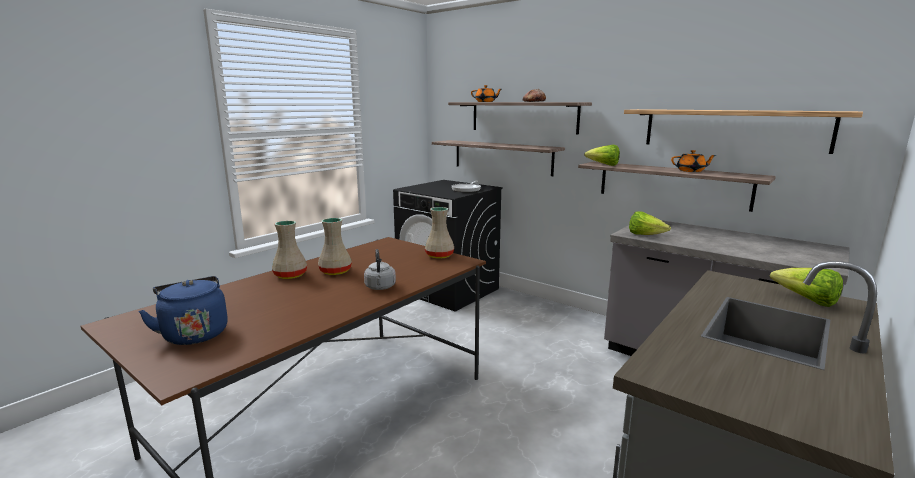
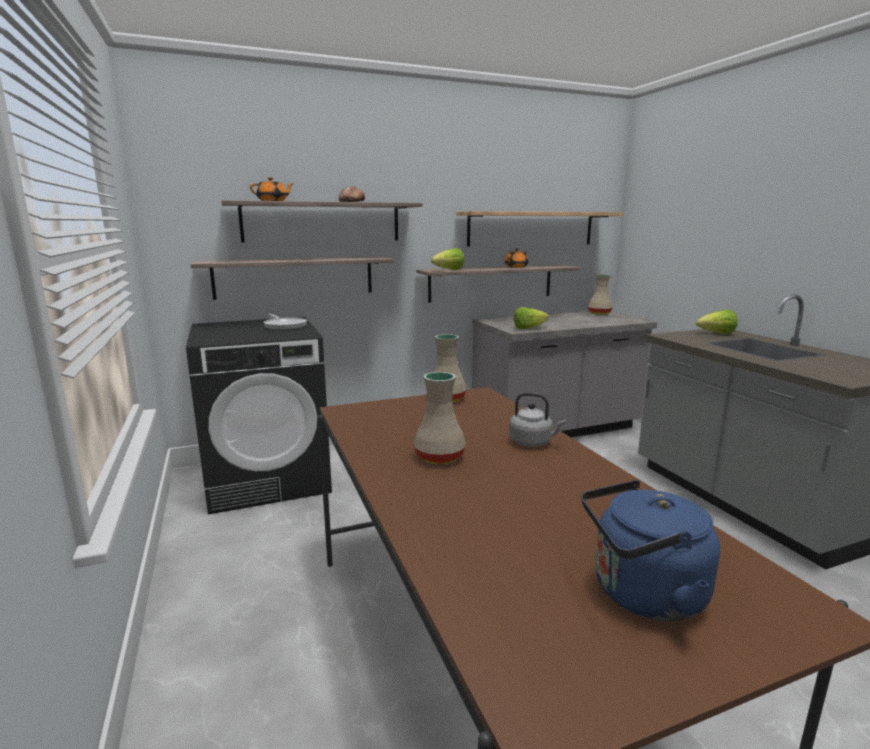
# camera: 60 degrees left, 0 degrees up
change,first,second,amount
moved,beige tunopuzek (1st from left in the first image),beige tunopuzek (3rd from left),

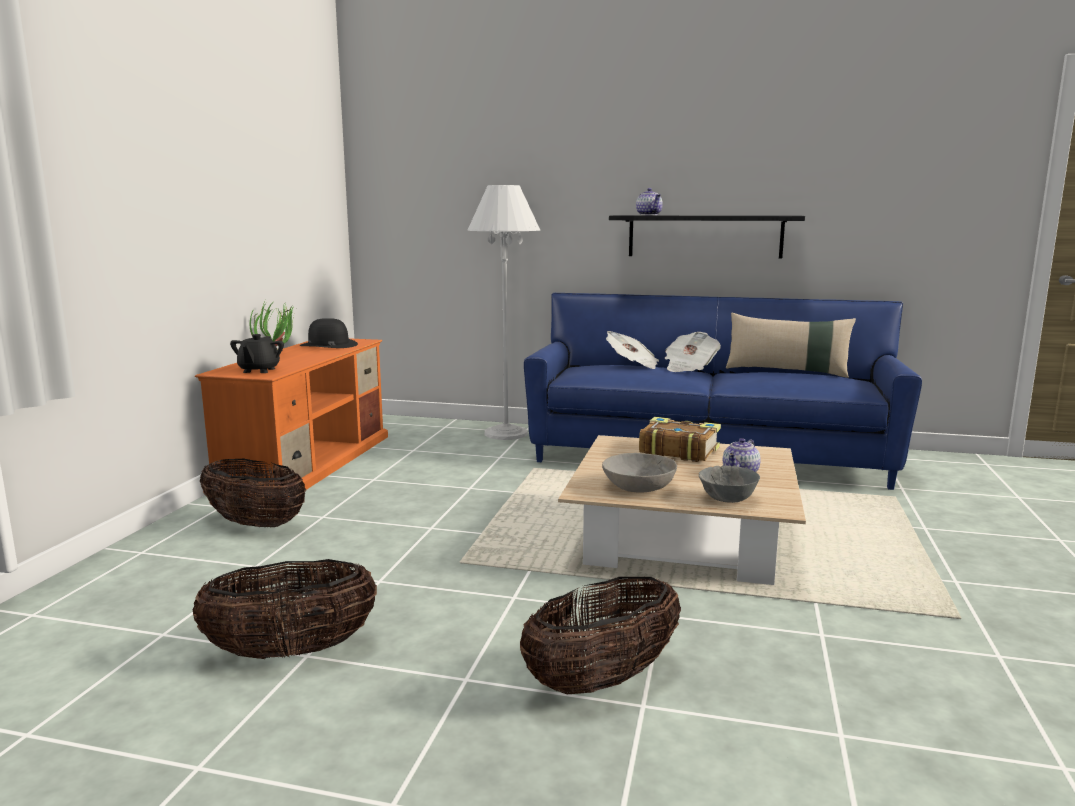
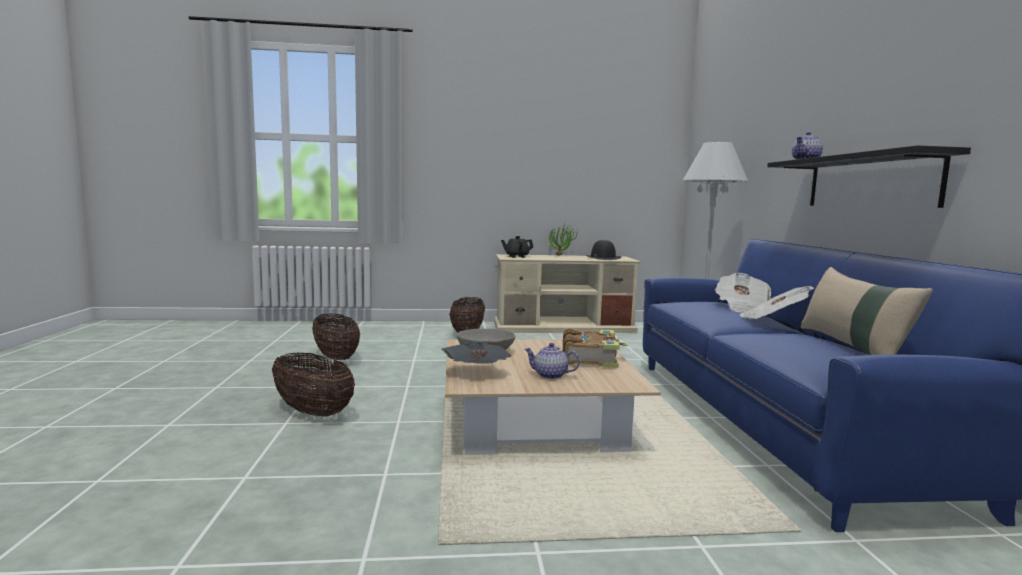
# camera: 70 degrees right, 5 degrees down
change,first,second,amount
recoloured,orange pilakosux,beige pilakosux,
replaced,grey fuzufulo (2nd from left),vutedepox (1st from left),

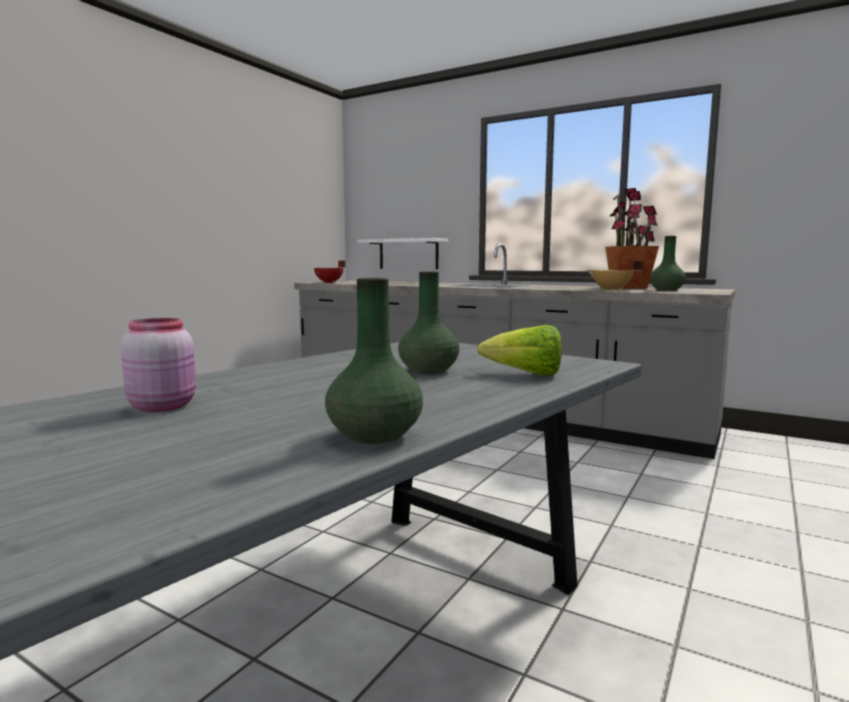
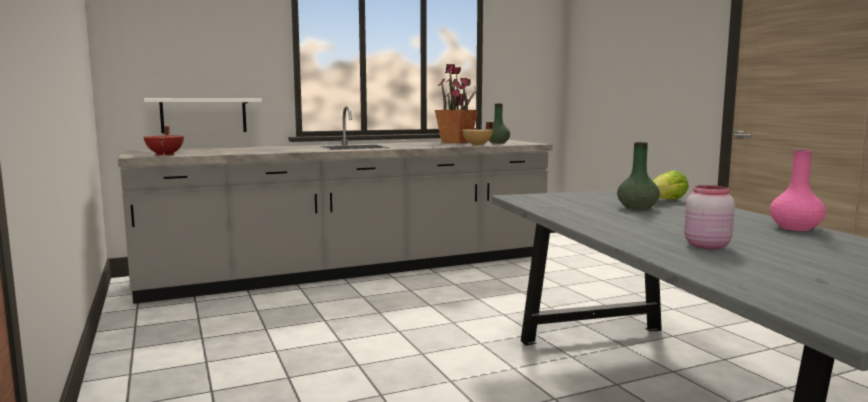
# camera: 55 degrees left, 0 degrees up
change,first,second,amount
recoloured,green tunopuzek (1st from left),pink tunopuzek,

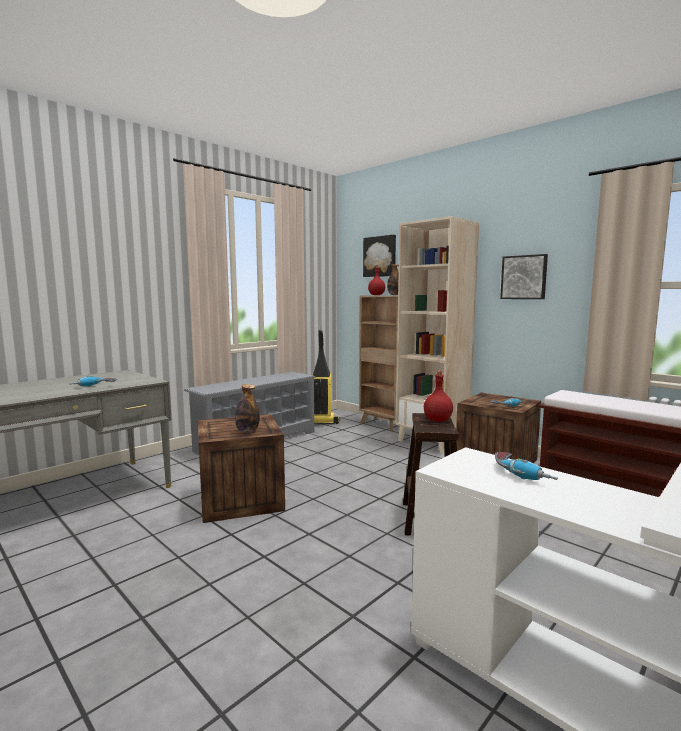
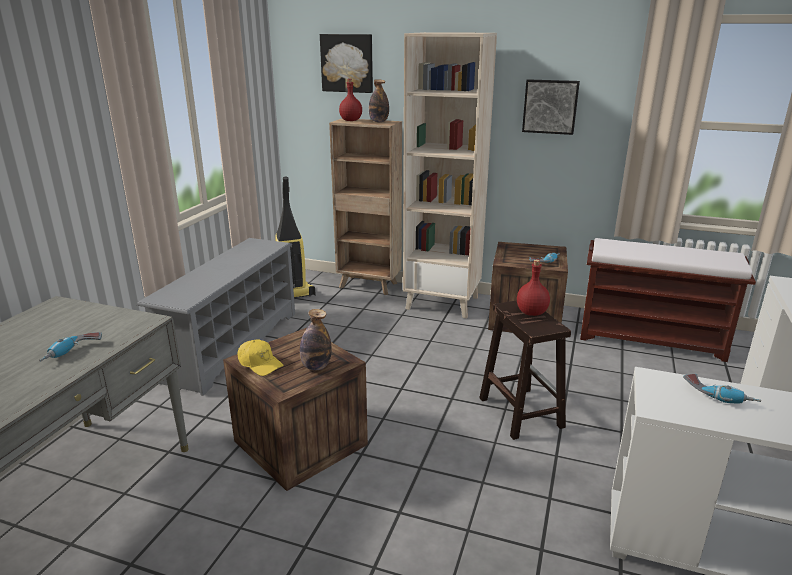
# camera: 25 degrees left, 15 degrees up
change,first,second,amount
added,,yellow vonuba,

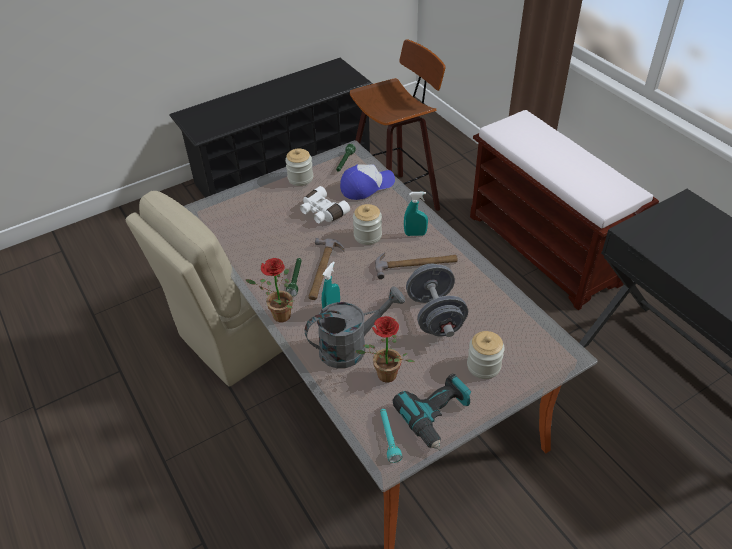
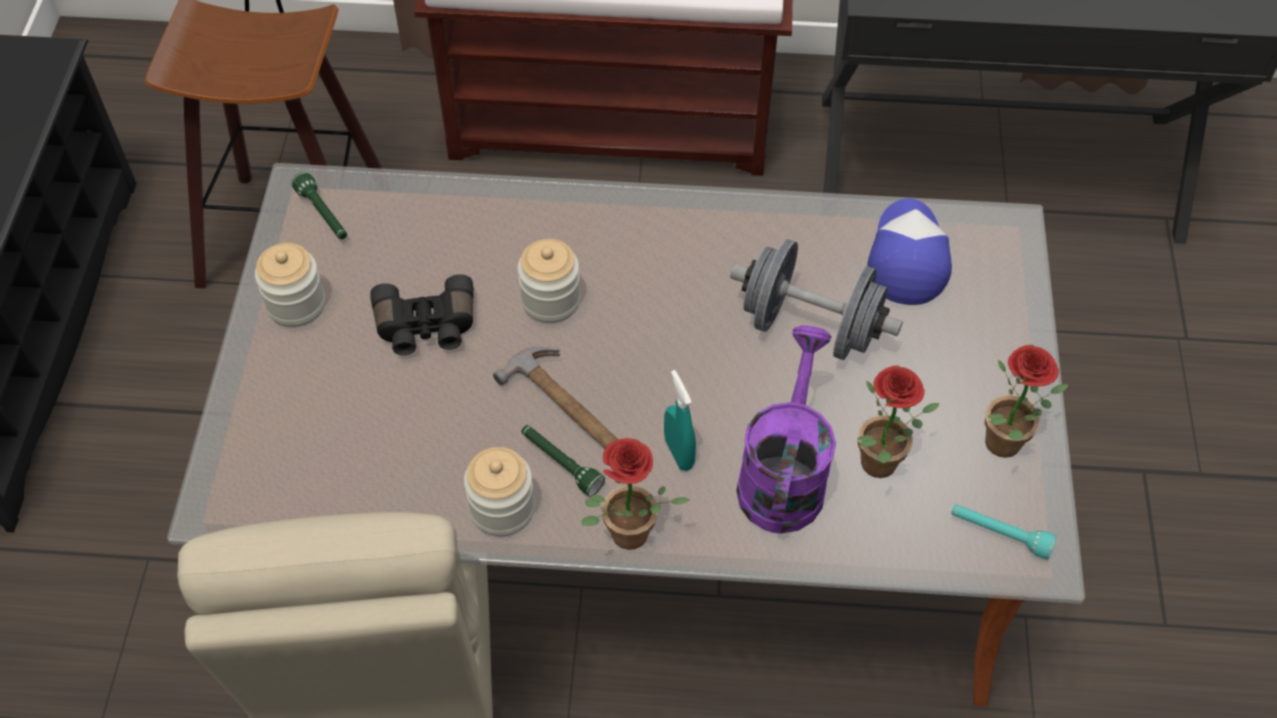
# camera: 55 degrees left, 10 degrees up
change,first,second,amount
moved,vonuba,,
recoloured,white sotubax,black sotubax,
removed,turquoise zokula (2nd from left),,
removed,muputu (2nd from left),,
recoloured,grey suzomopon,purple suzomopon,
moved,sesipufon (3rd from left in the first image),sesipufon (2nd from left),
replaced,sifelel,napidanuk (3rd from left),

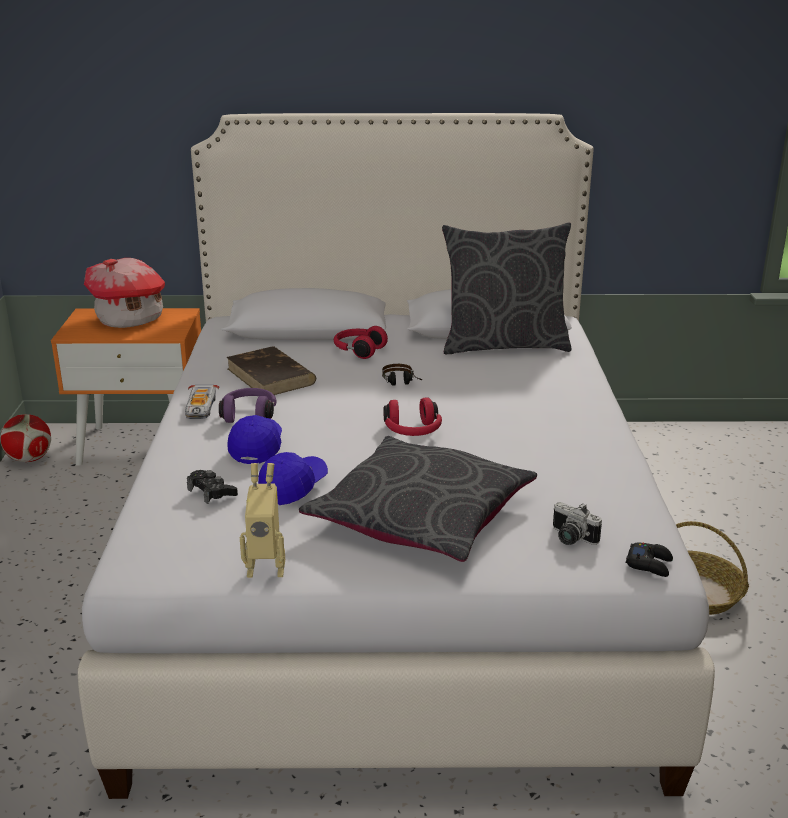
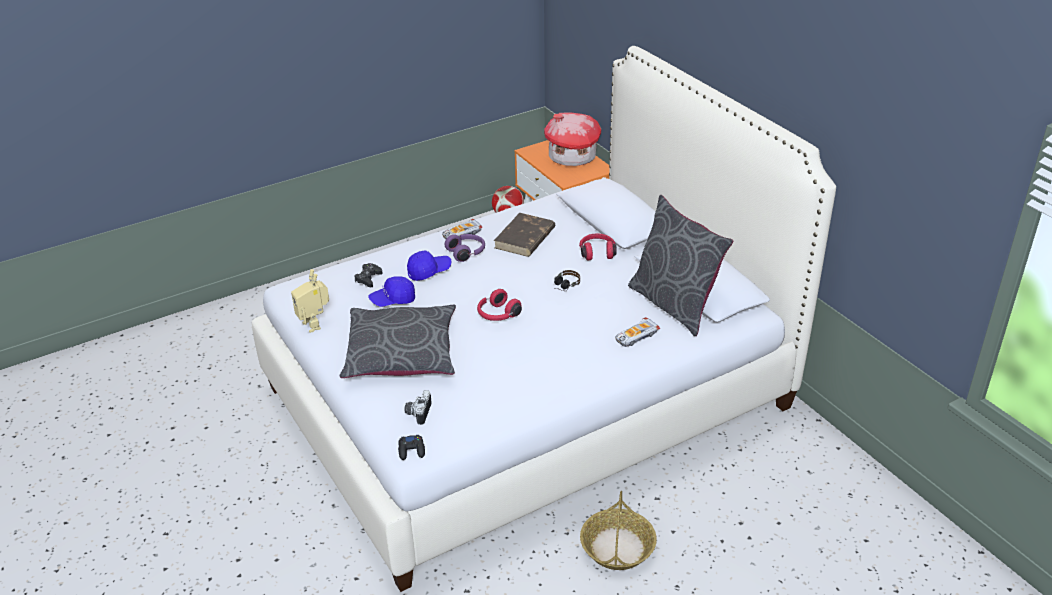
# camera: 60 degrees right, 10 degrees up
change,first,second,amount
turned,blue vonuba (2nd from left in the first image),blue vonuba (1st from left),150 degrees clockwise
added,,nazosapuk (2nd from left),

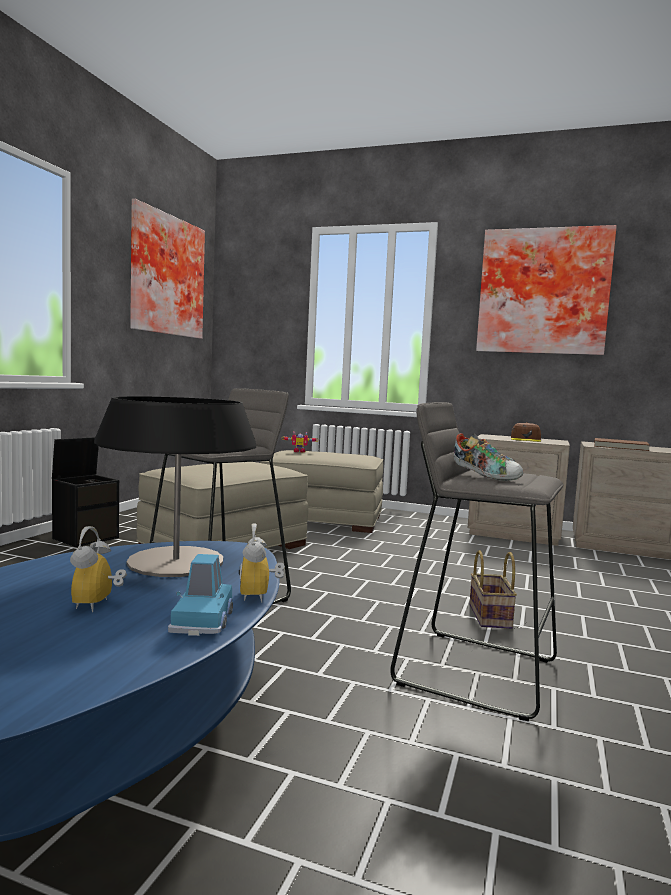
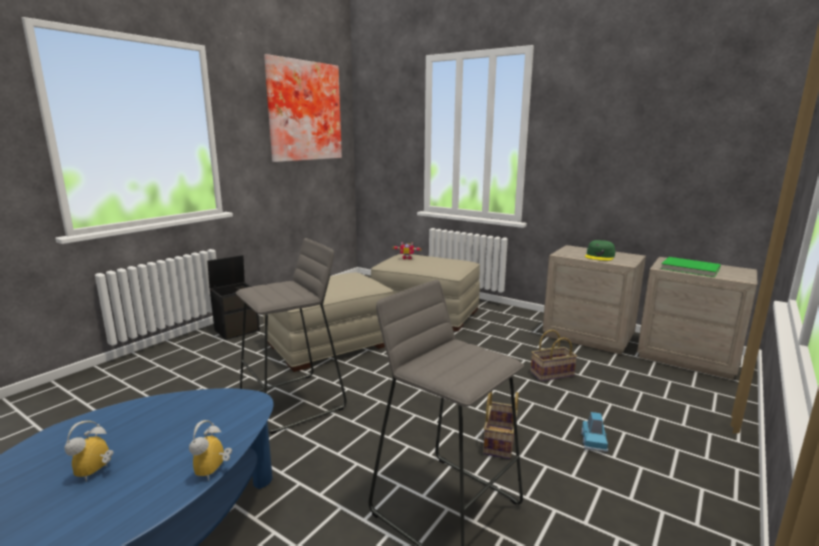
# camera: 15 degrees right, 10 degrees up
change,first,second,amount
removed,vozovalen (2nd from left),,
removed,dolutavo,,
recoloured,brown vonuba,green vonuba,
removed,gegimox,,
recoloured,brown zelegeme,green zelegeme,
moved,blue nazosapuk,,
added,,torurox (2nd from left),

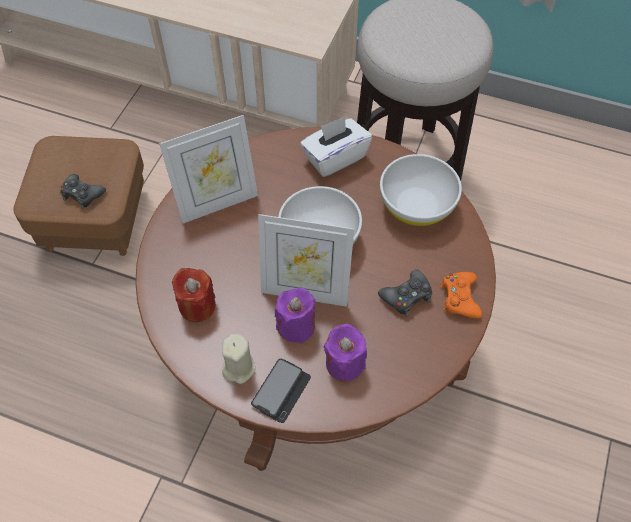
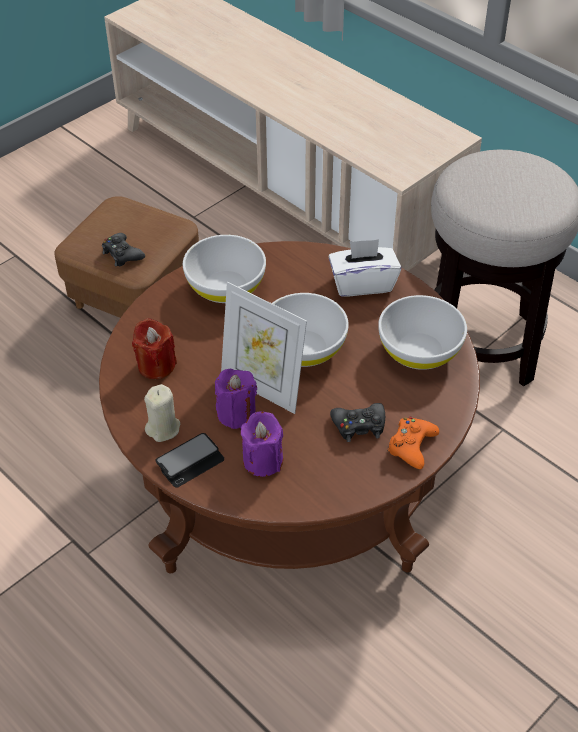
# camera: 25 degrees right, 10 degrees down
change,first,second,amount
replaced,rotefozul (1st from left),white fuzufulo (1st from left),

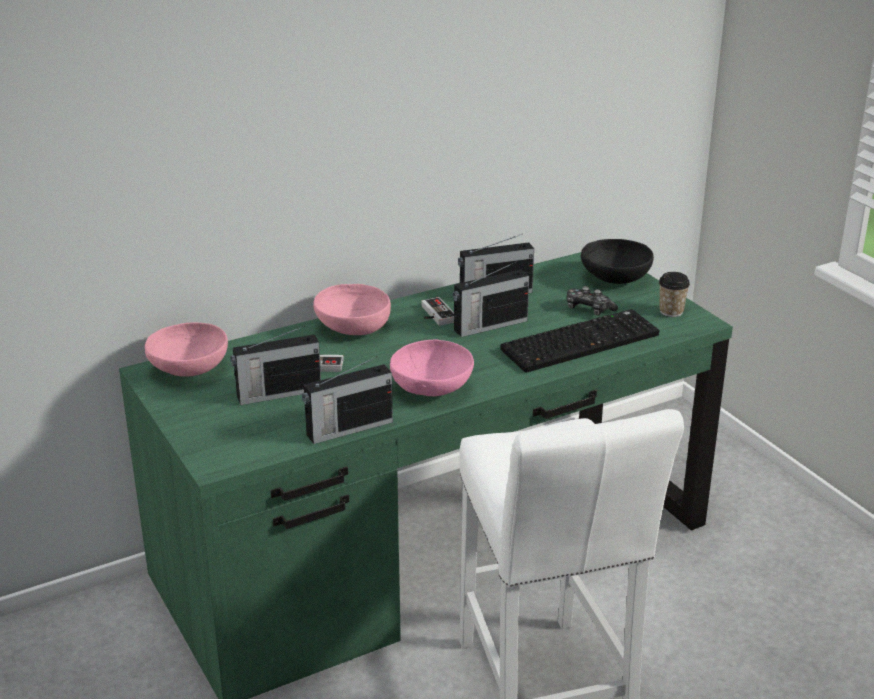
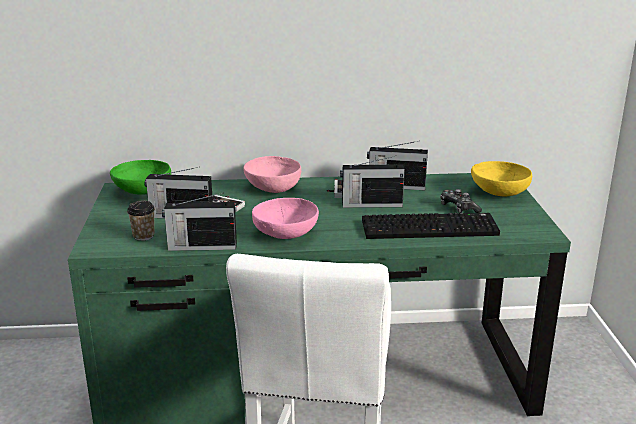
# camera: 25 degrees right, 5 degrees down
change,first,second,amount
recoloured,black fuzufulo,yellow fuzufulo,
moved,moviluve,,
recoloured,pink fuzufulo (1st from left),green fuzufulo,

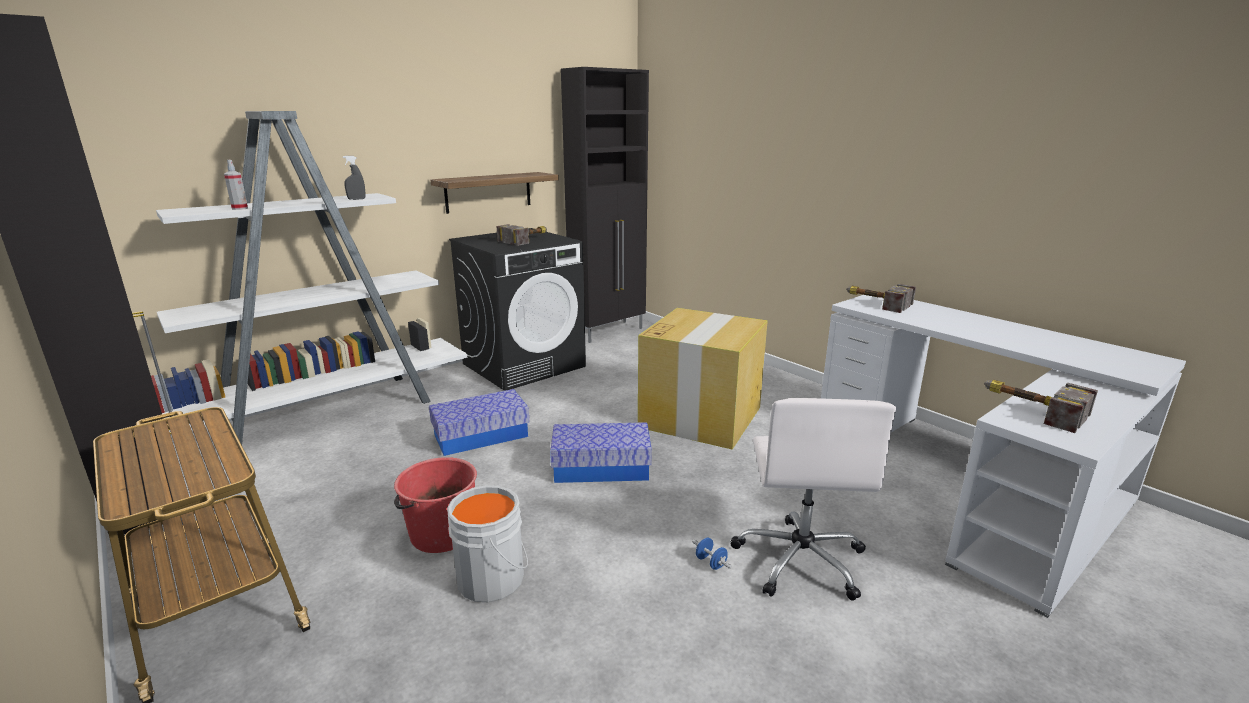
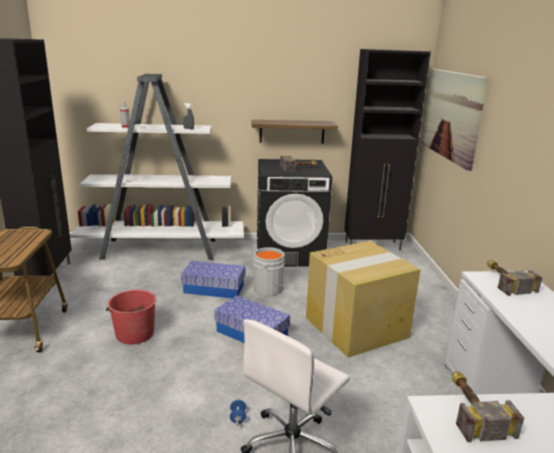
# camera: 35 degrees right, 0 degrees up
change,first,second,amount
moved,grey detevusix,,
added,,vozovalen,

